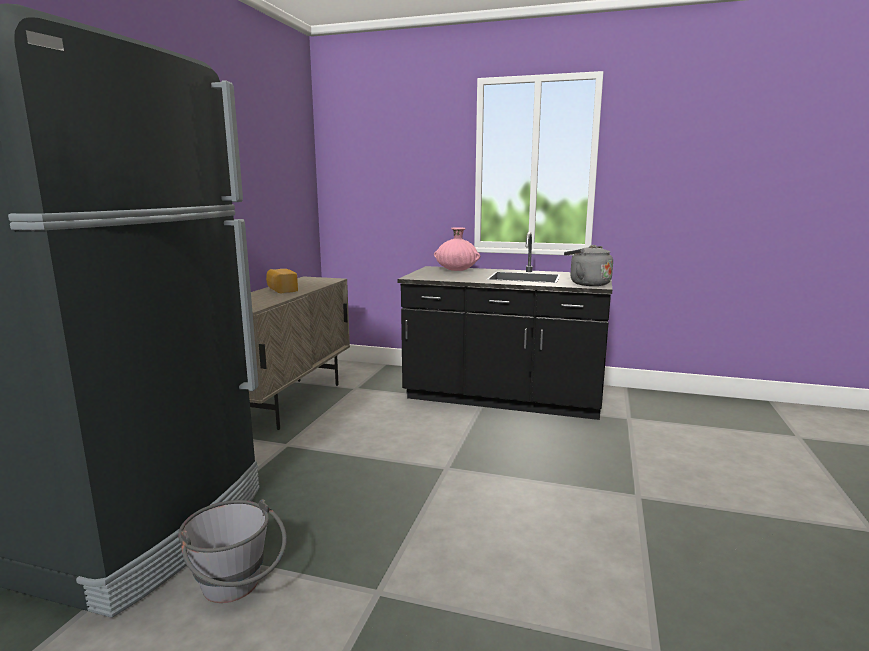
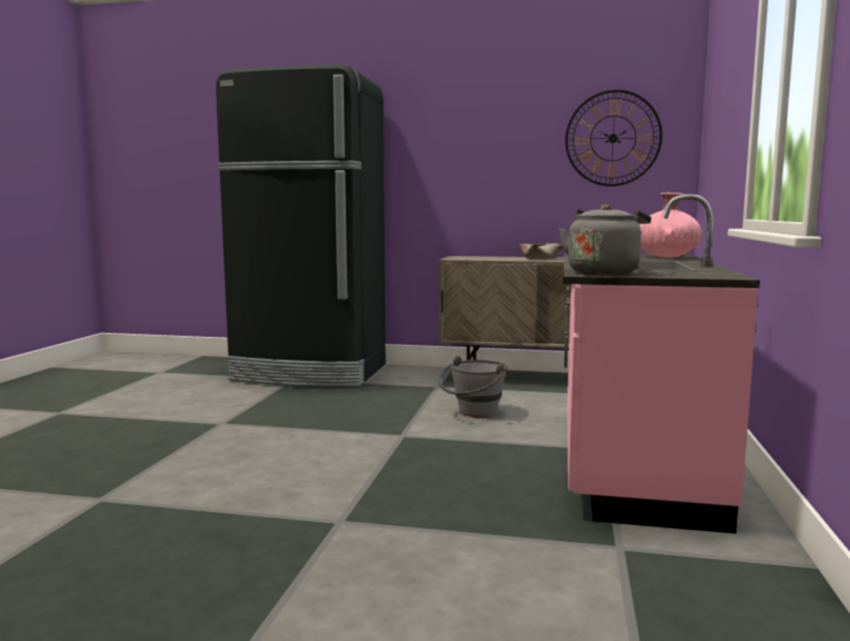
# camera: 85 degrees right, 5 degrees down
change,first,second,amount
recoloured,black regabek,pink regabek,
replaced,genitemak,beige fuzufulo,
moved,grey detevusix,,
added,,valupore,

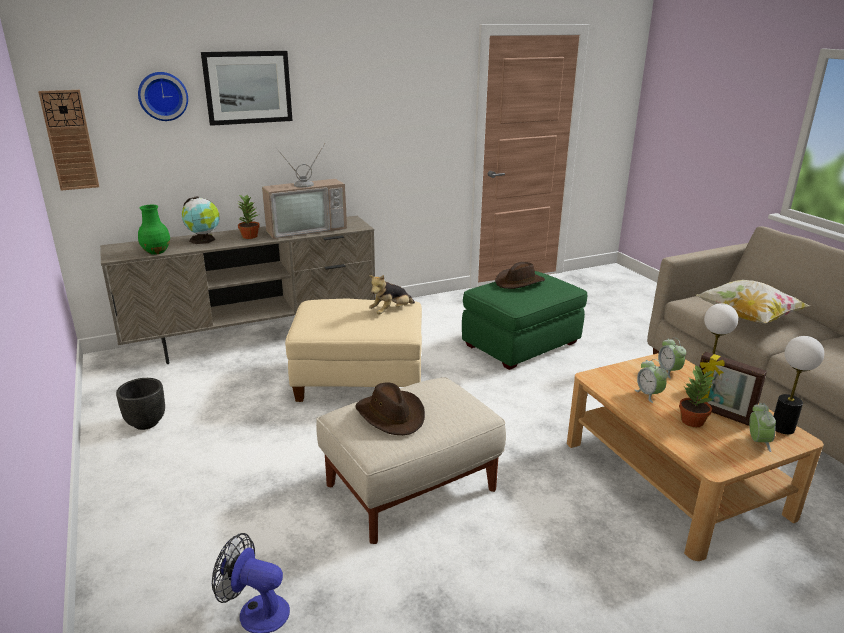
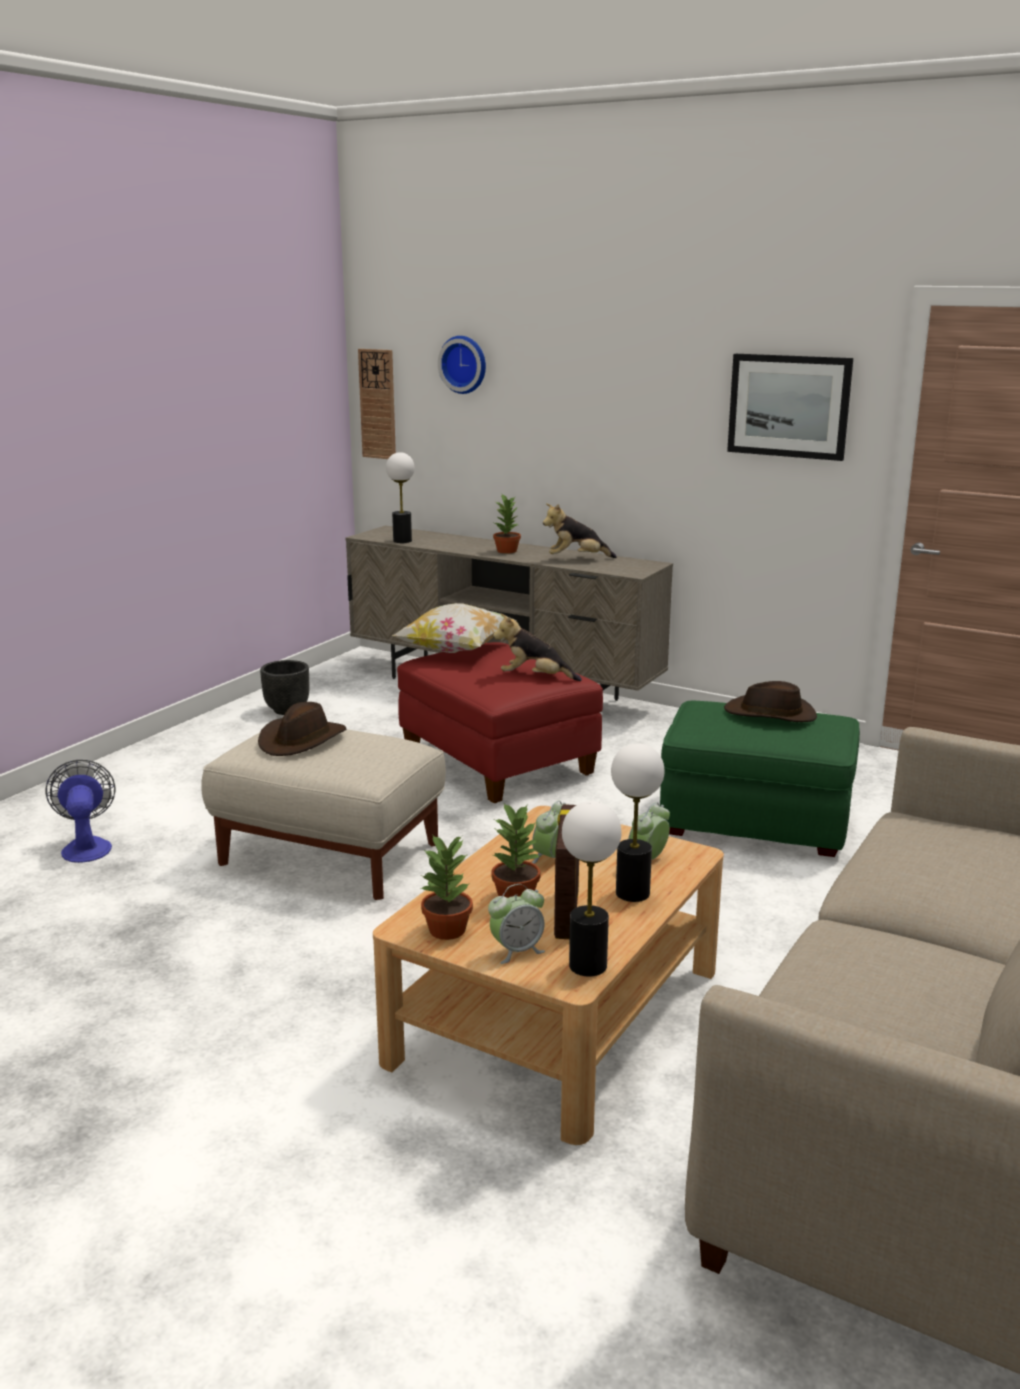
# camera: 55 degrees right, 5 degrees down
change,first,second,amount
moved,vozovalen,,
replaced,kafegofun,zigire (2nd from left),
removed,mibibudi,,
replaced,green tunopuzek,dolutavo (1st from left),
moved,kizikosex,,
recoloured,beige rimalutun (1st from left),red rimalutun,
added,,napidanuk (1st from left),

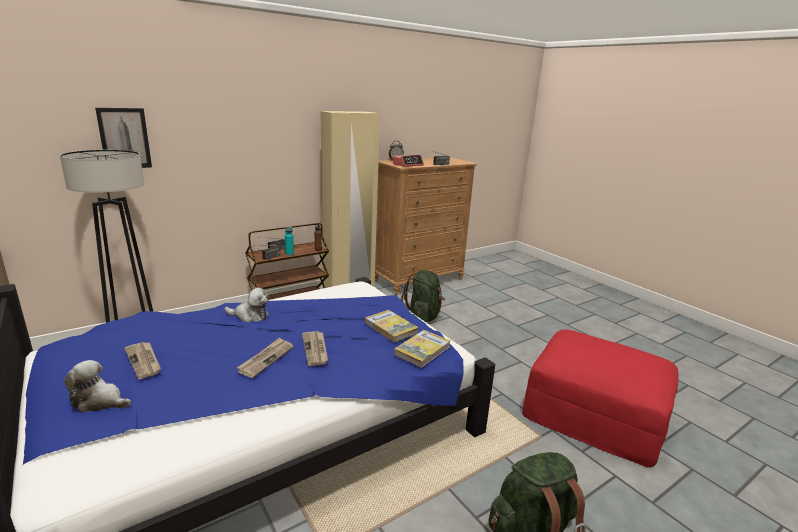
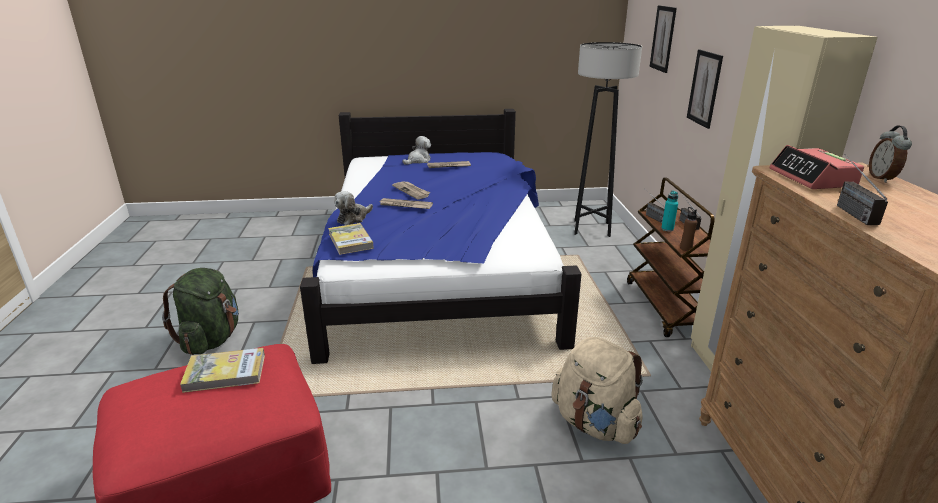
# camera: 120 degrees right, 5 degrees up
change,first,second,amount
recoloured,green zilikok (1st from left),beige zilikok,
moved,zigire (2nd from left in the first image),zigire (1st from left),
moved,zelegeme (1st from left),,
added,,vozovalen (2nd from left),

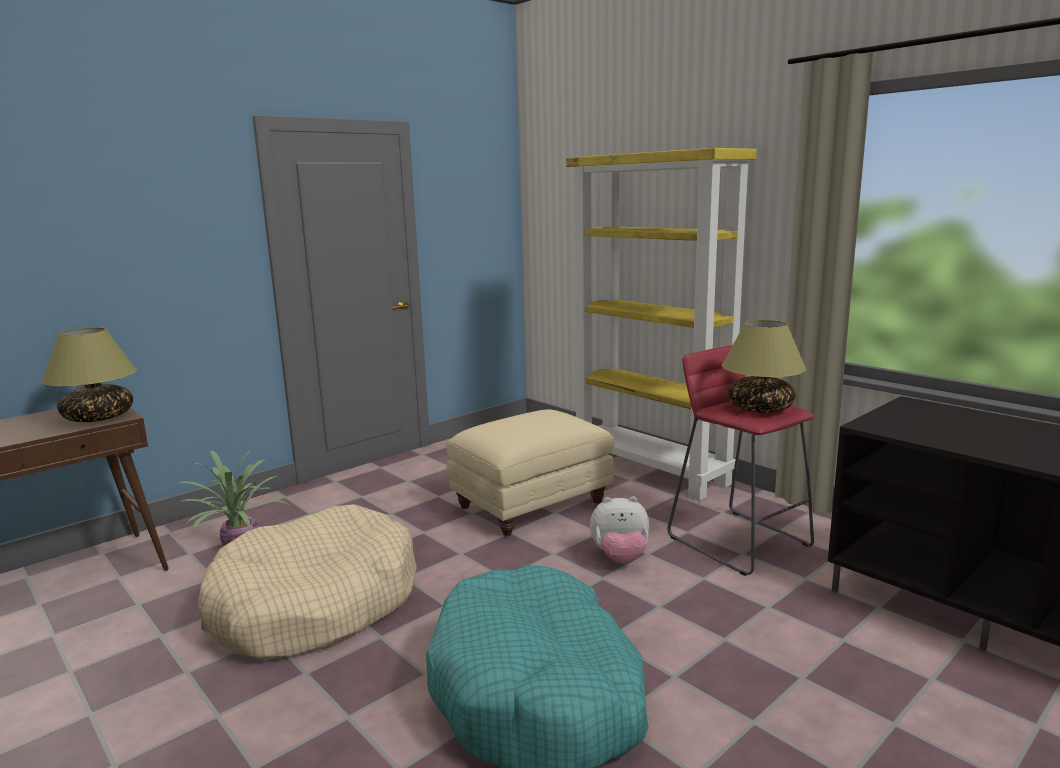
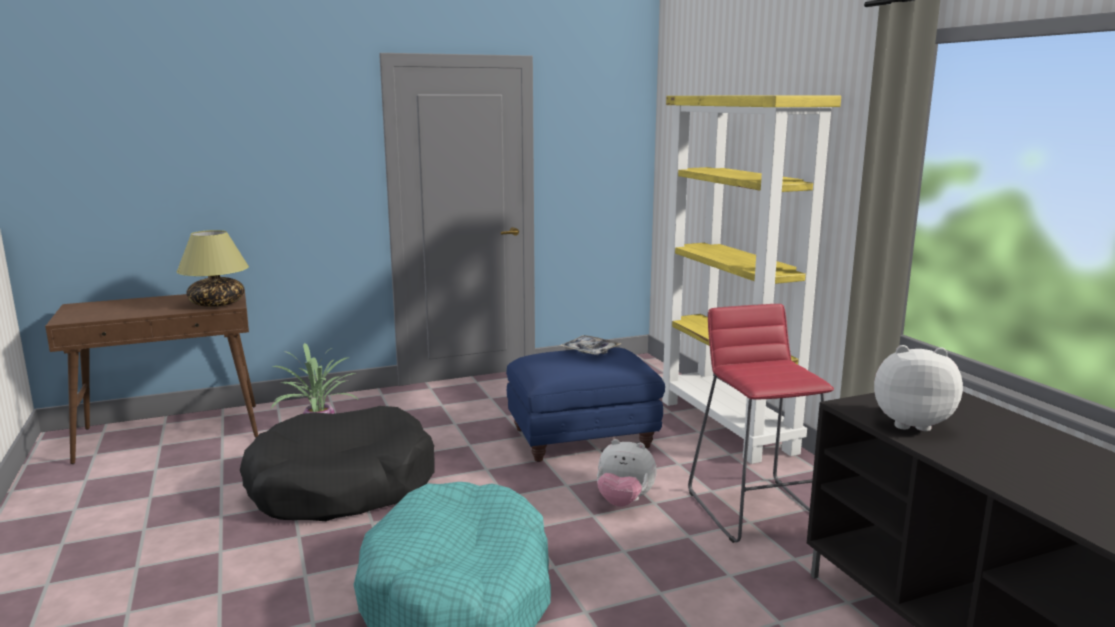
# camera: 20 degrees right, 0 degrees up
change,first,second,amount
removed,dolutavo (2nd from left),,
recoloured,beige rimalutun,blue rimalutun,
recoloured,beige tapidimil,black tapidimil,
added,,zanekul,
added,,zigire (2nd from left),

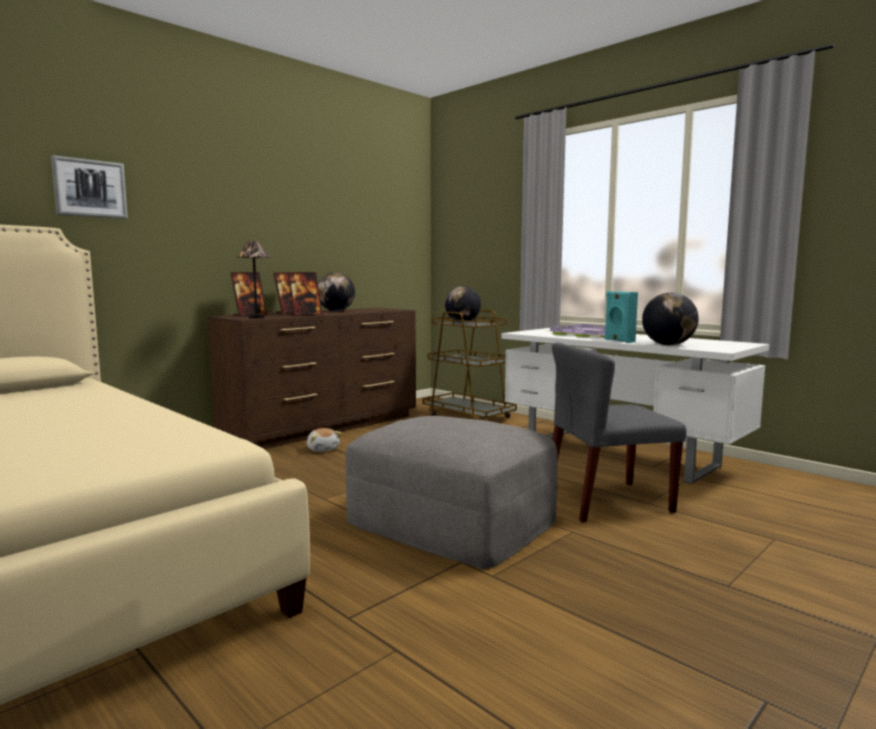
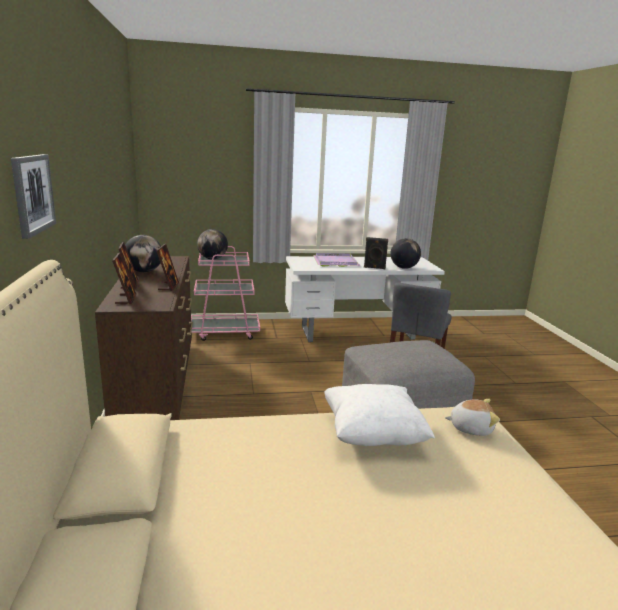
# camera: 55 degrees left, 10 degrees up
change,first,second,amount
removed,dolutavo,,
recoloured,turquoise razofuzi,black razofuzi,
recoloured,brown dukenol,pink dukenol,
moved,zigire,,
added,,white kizikosex,

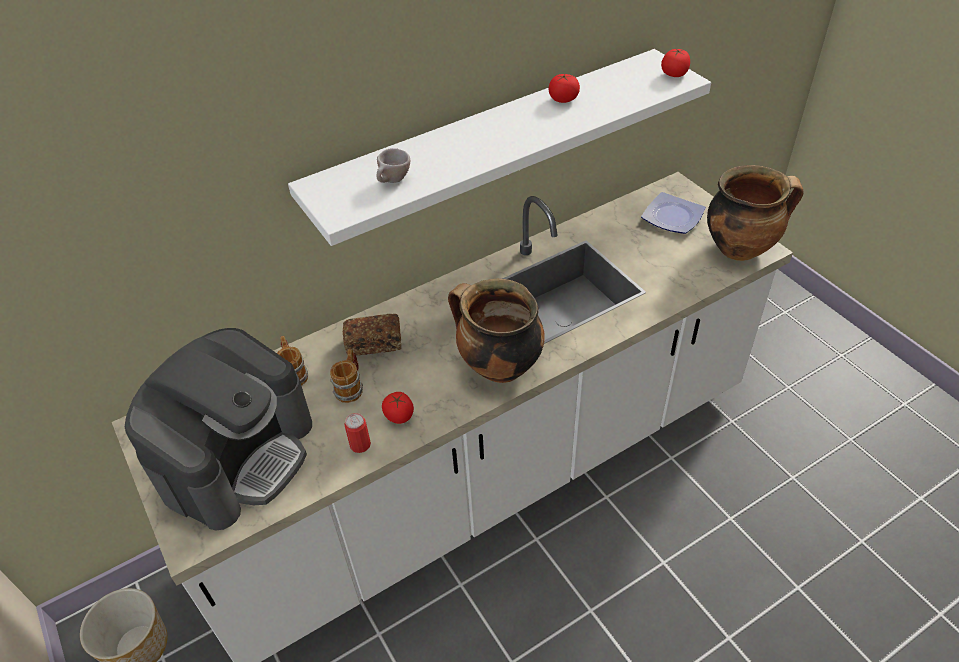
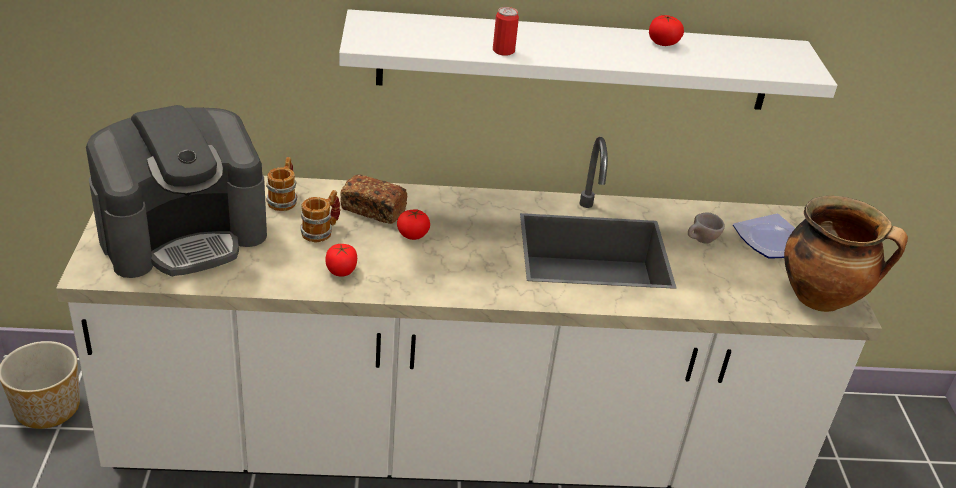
# camera: 25 degrees right, 10 degrees down
change,first,second,amount
moved,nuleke (3rd from left in the first image),nuleke (2nd from left),
moved,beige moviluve,,
removed,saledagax (1st from left),,
moved,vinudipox,,

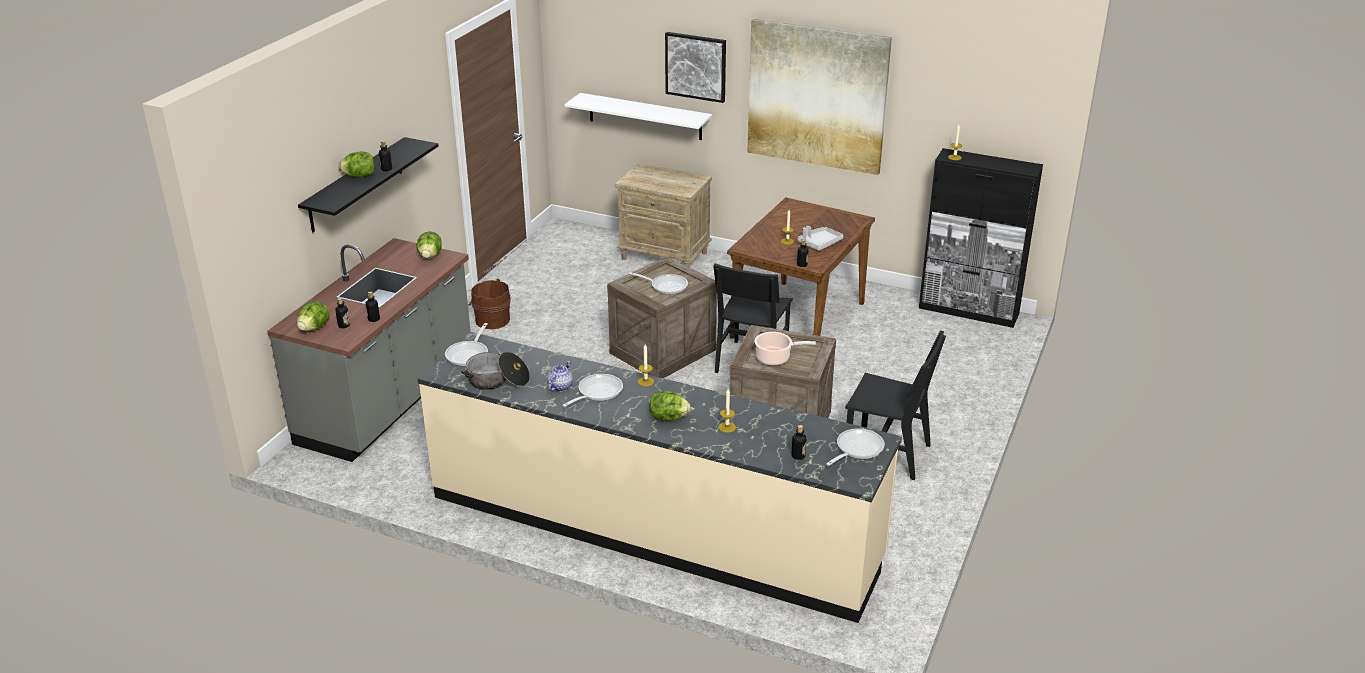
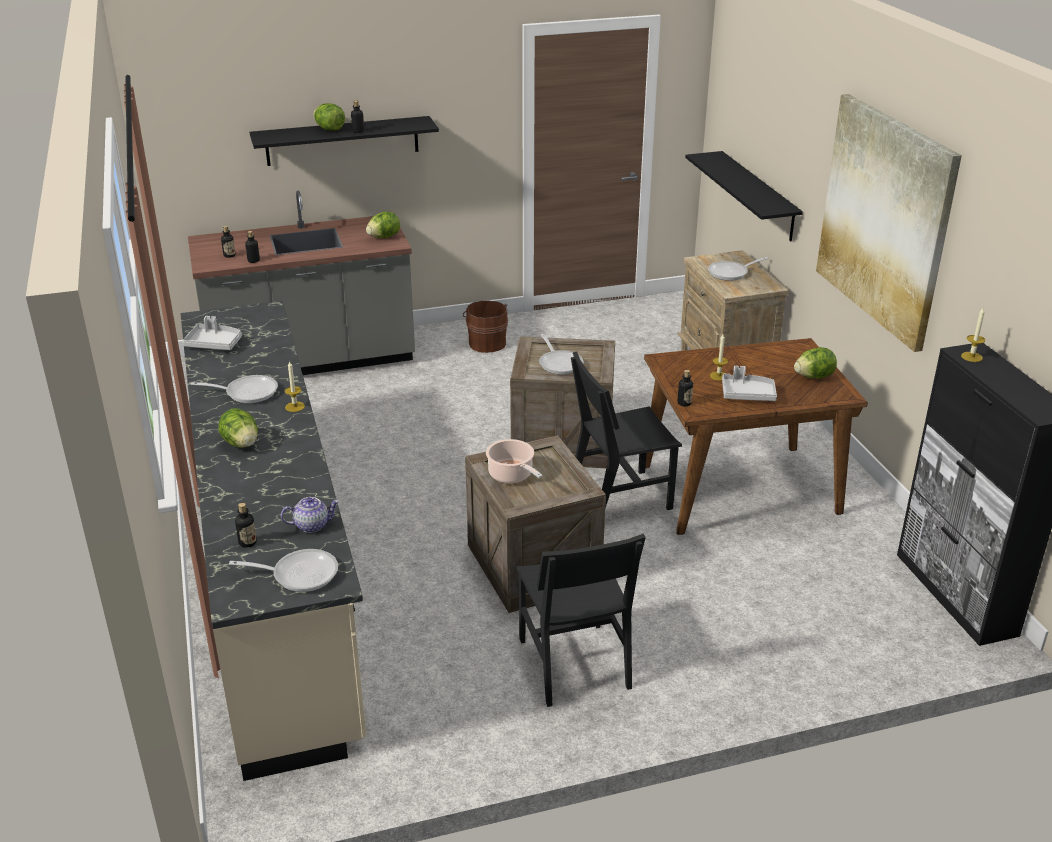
# camera: 50 degrees right, 0 degrees up
change,first,second,amount
removed,vozovalen (1st from left),,
recoloured,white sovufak,black sovufak (2nd from left),
moved,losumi (1st from left in the first image),losumi (4th from left),
moved,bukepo (1st from left in the first image),bukepo (4th from left),
replaced,saledagax (1st from left),grey zanekul (1st from left),
moved,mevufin,,
removed,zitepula (2nd from left),,

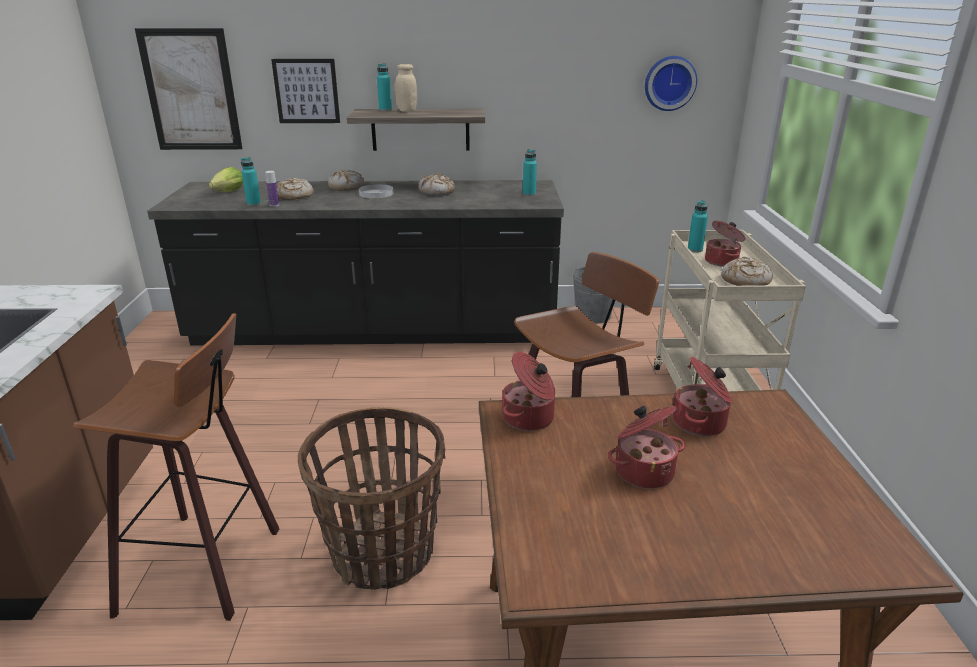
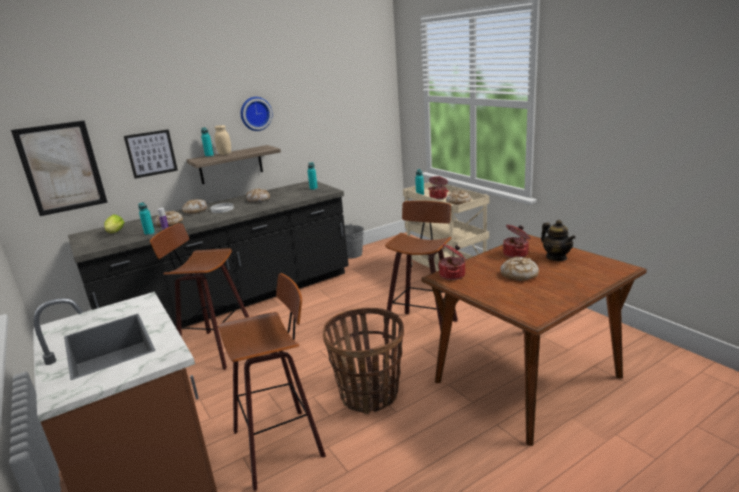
# camera: 30 degrees left, 5 degrees down
change,first,second,amount
moved,valupore,,
replaced,saledagax (2nd from left),genitemak (5th from left),
added,,mevufin,
added,,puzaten (1st from left),

